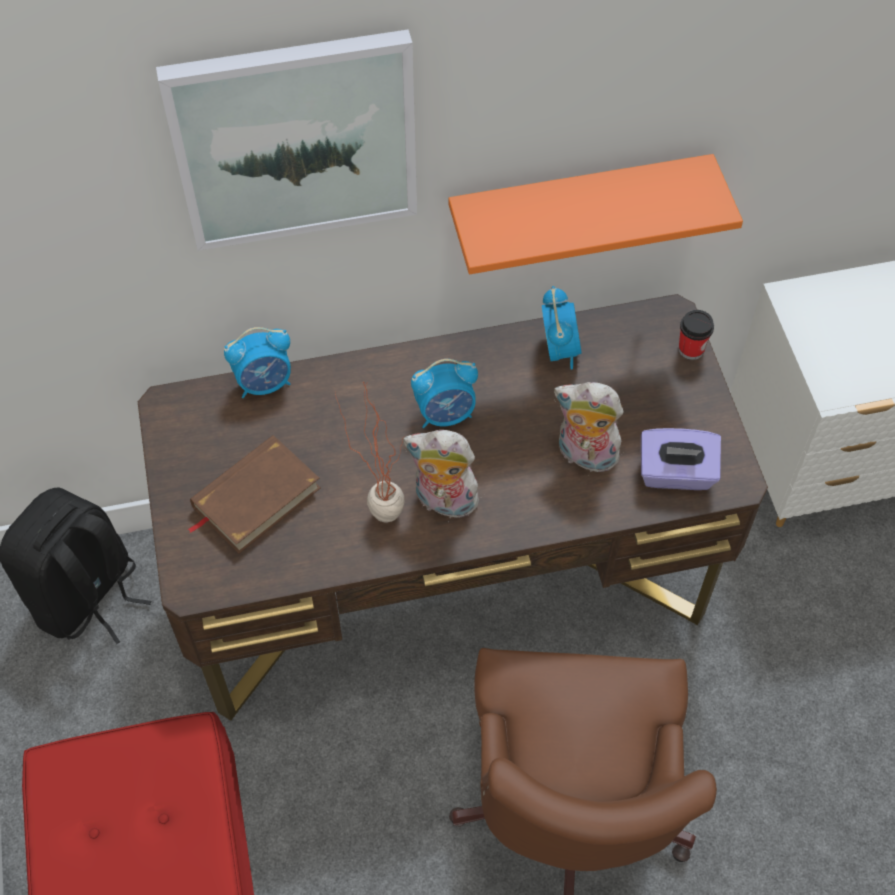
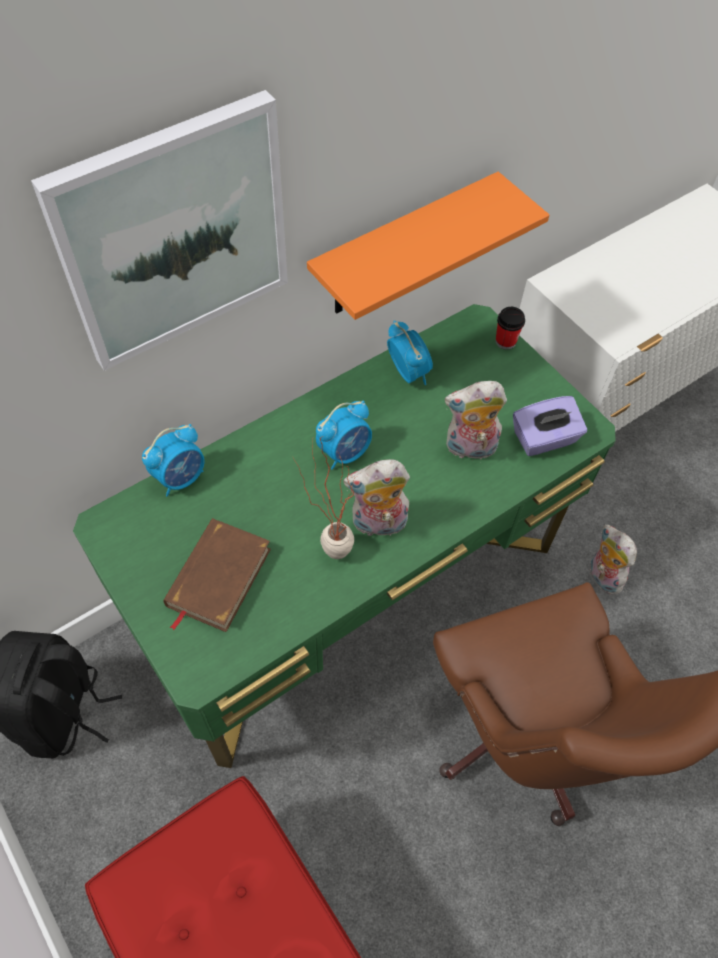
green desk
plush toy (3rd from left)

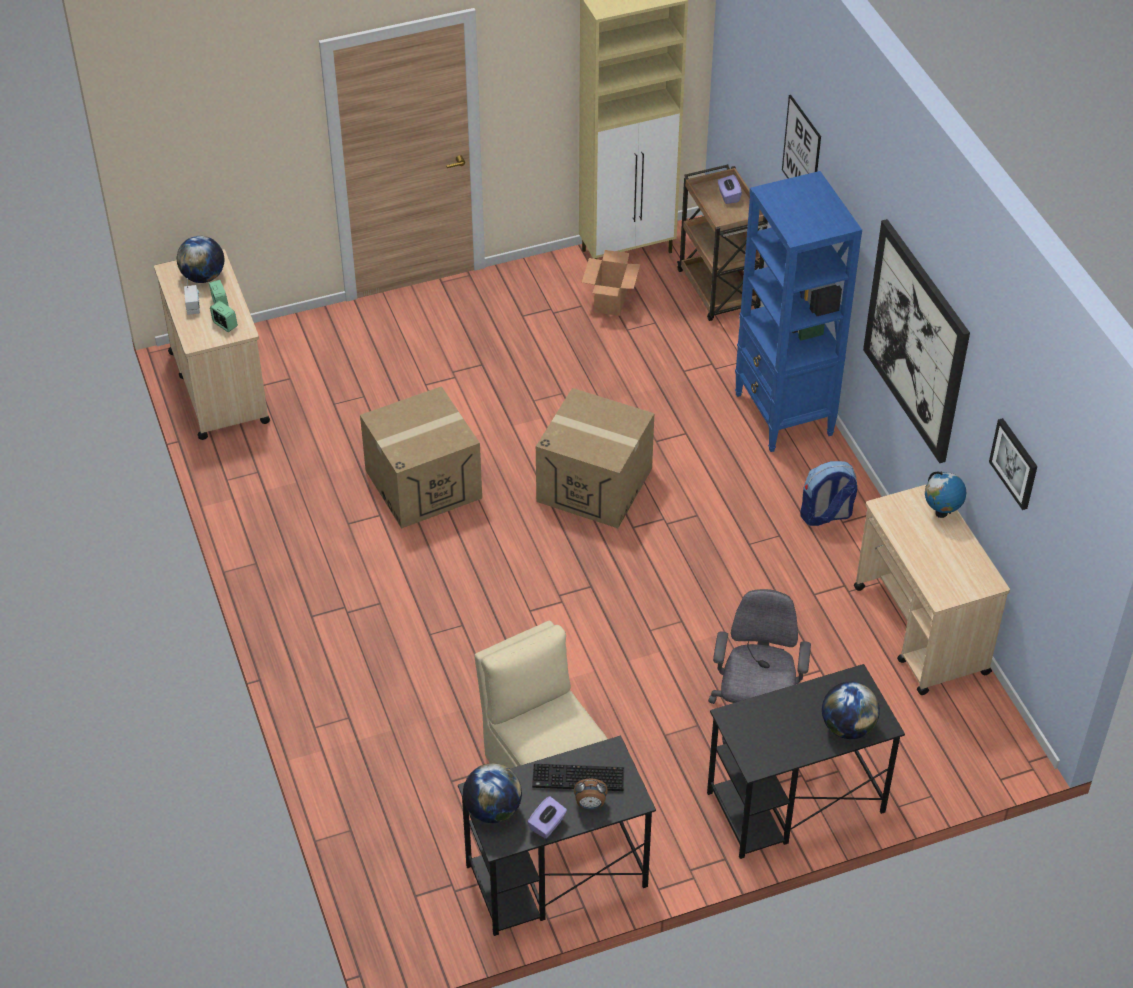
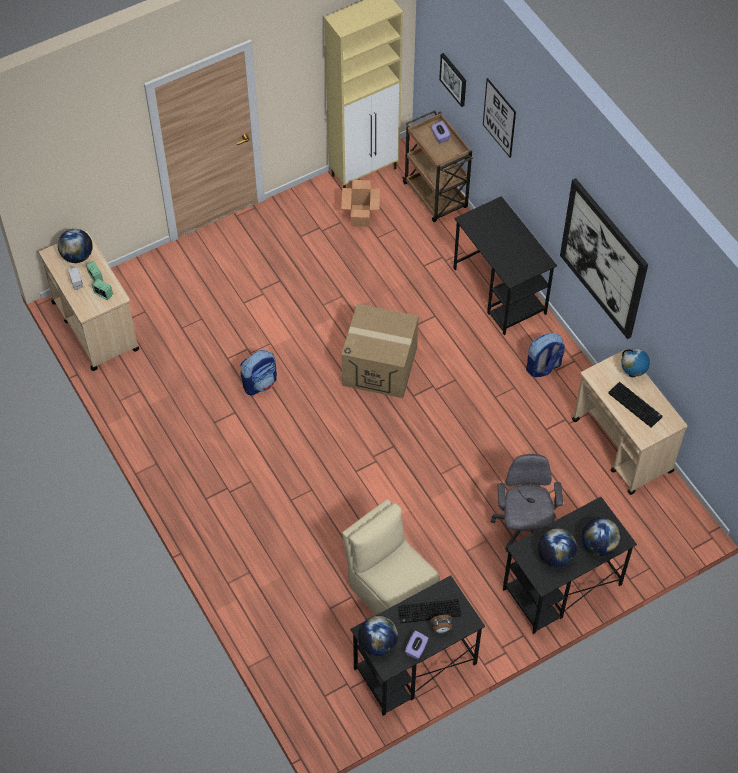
backpack (1st from left)
picture (1st from left)
black desk (2nd from left)
globe (3rd from left)
keyboard (2nd from left)

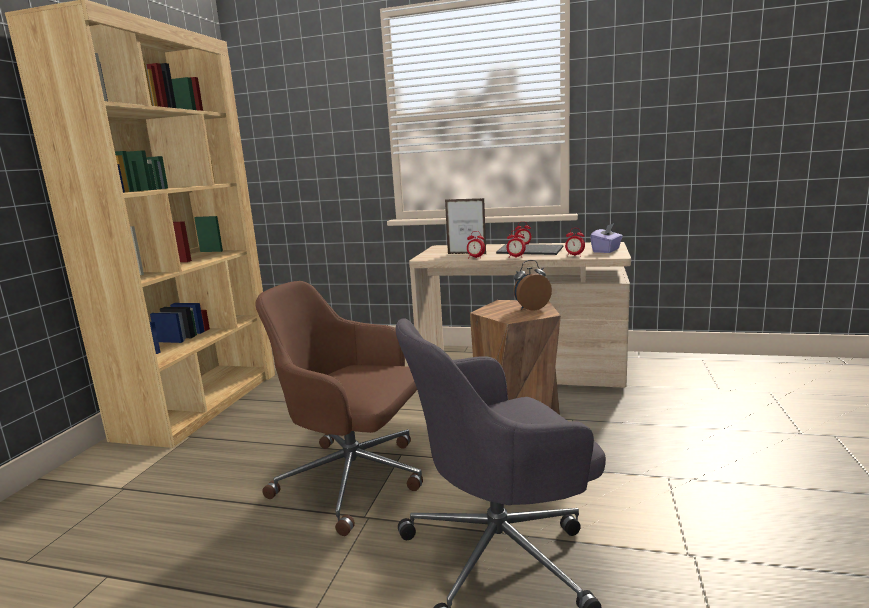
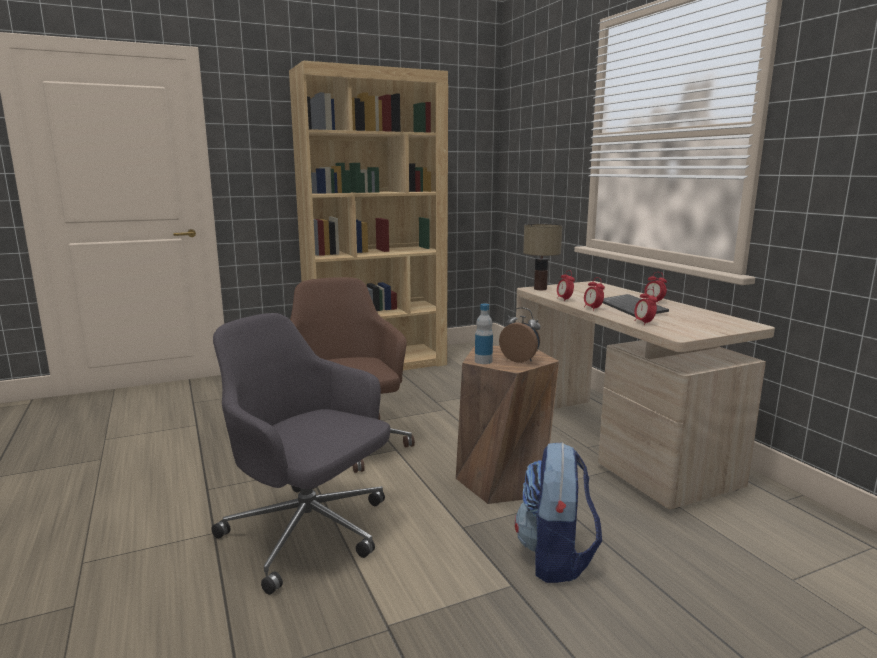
bottle
backpack
table lamp
picture frame
purple tissue box

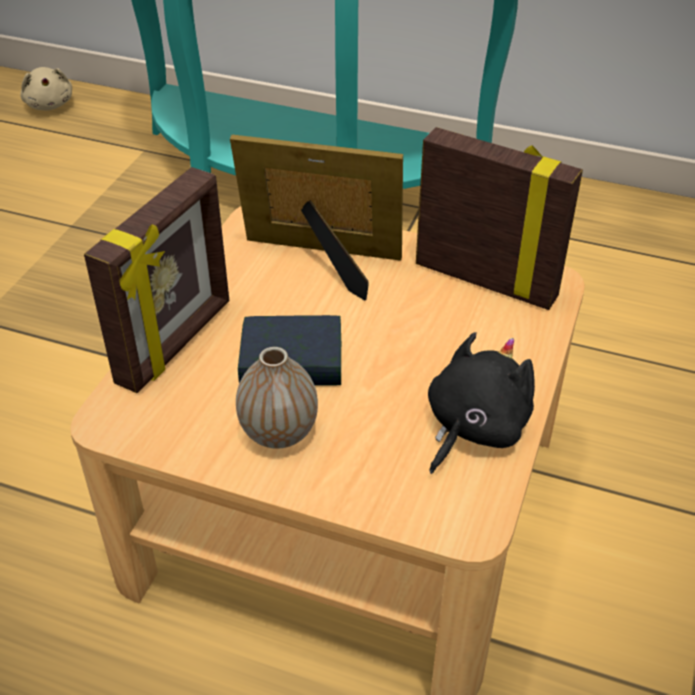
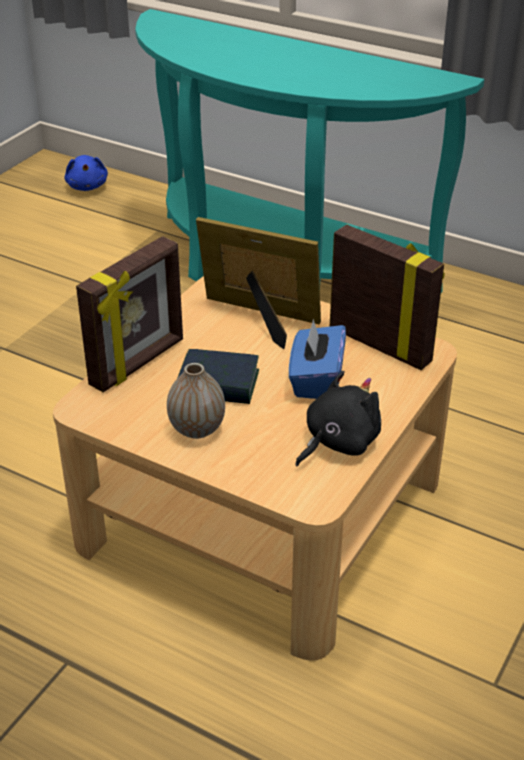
blue plush toy
blue tissue box

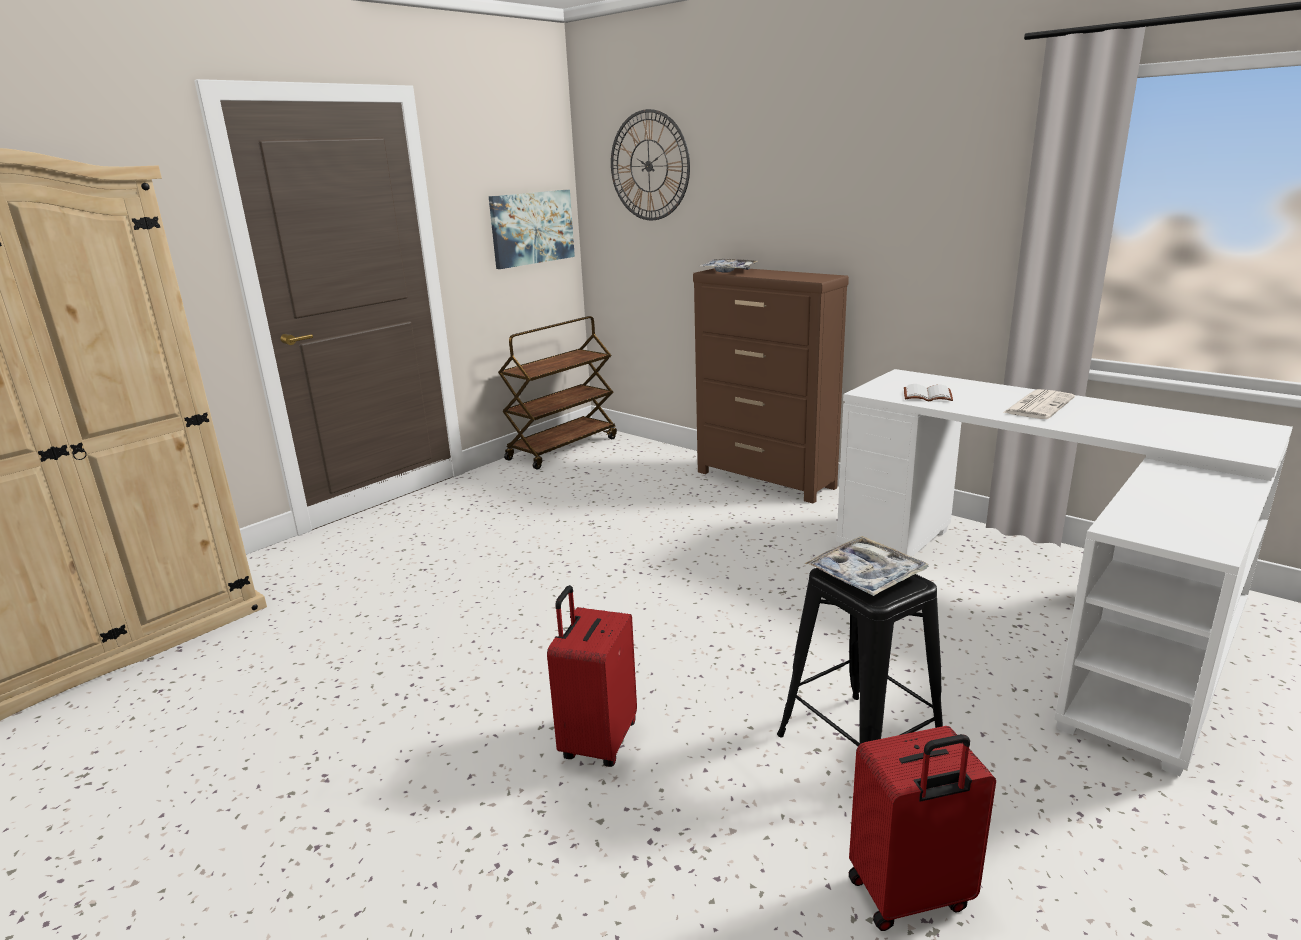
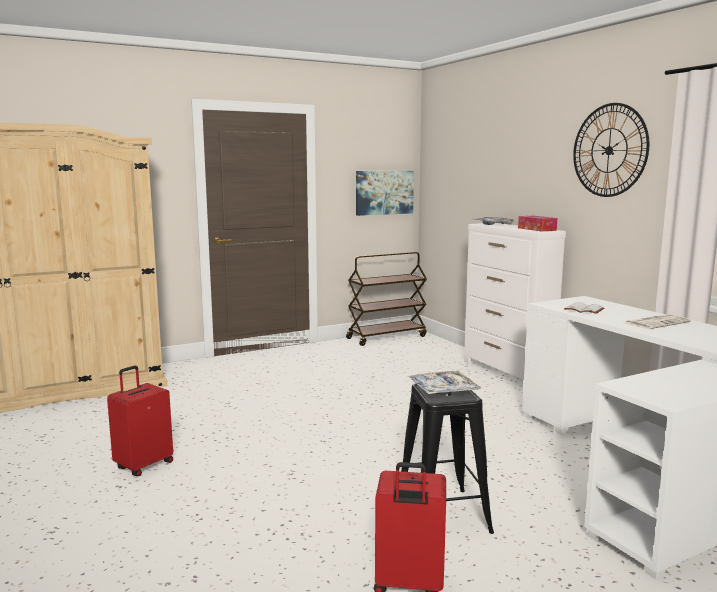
red suitcase (1st from left)
white dresser
tissue box
wall clock

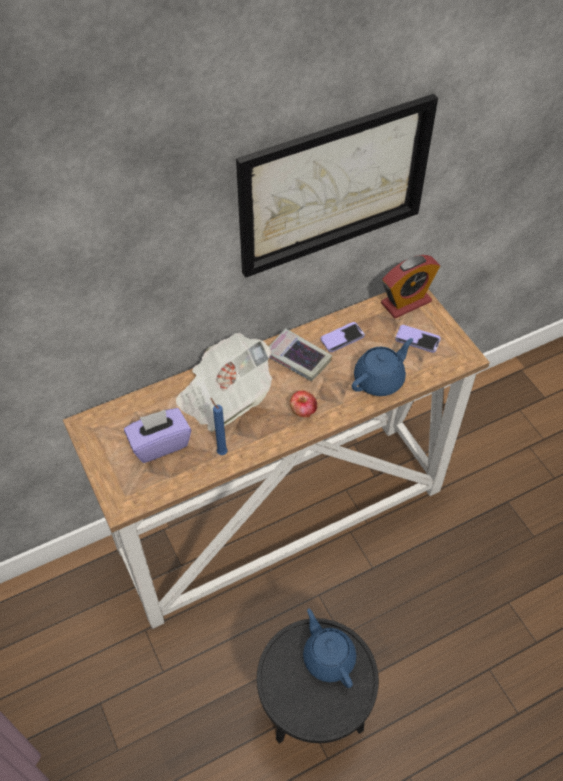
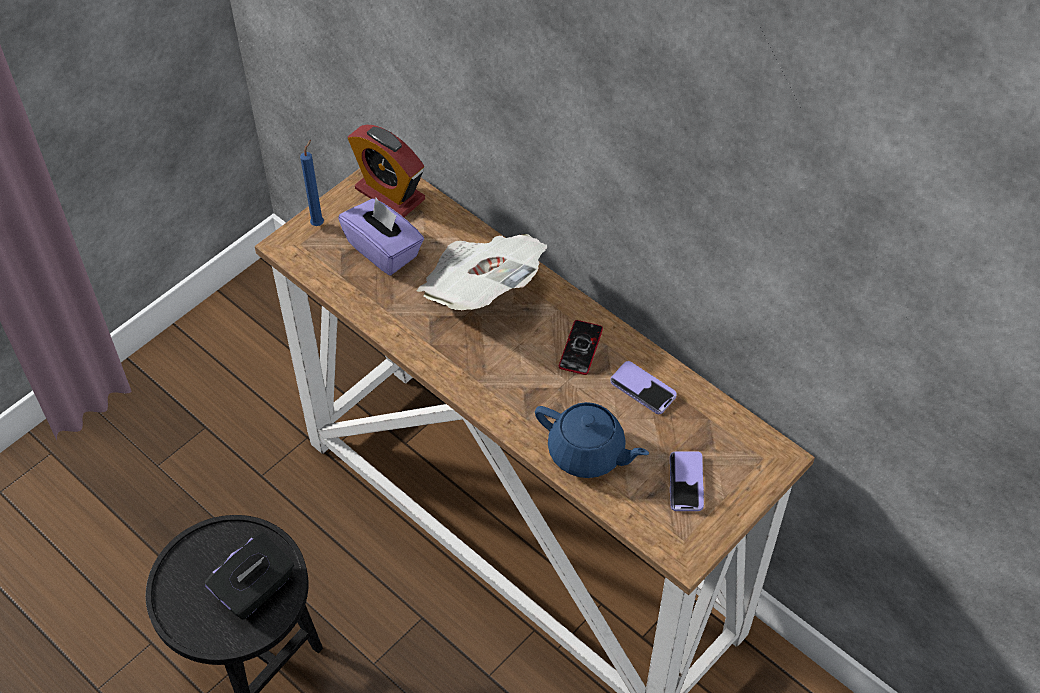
black tissue box
blue candle
alarm clock
phone (1st from left)
picture
apple

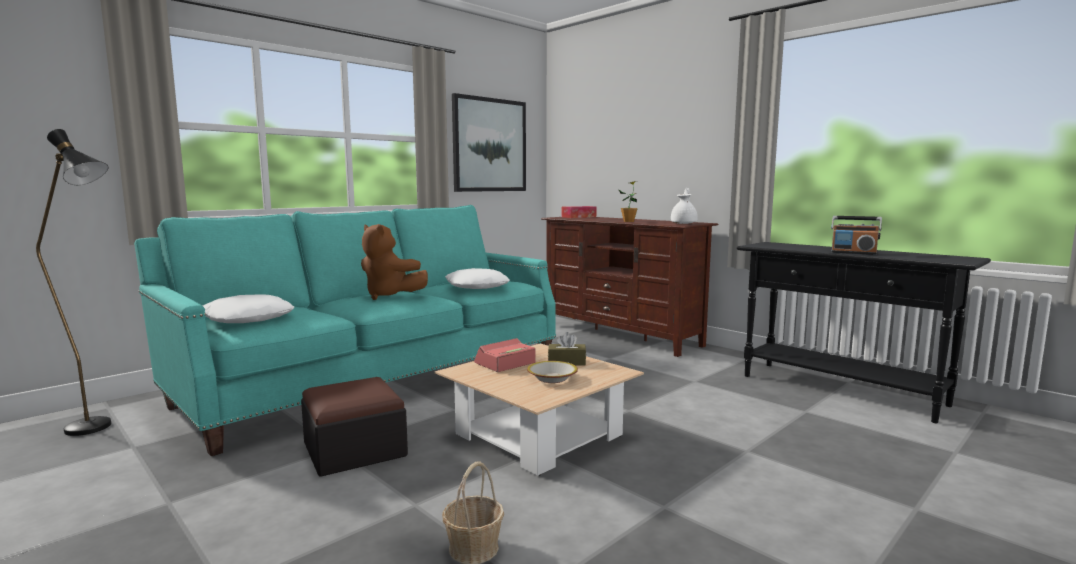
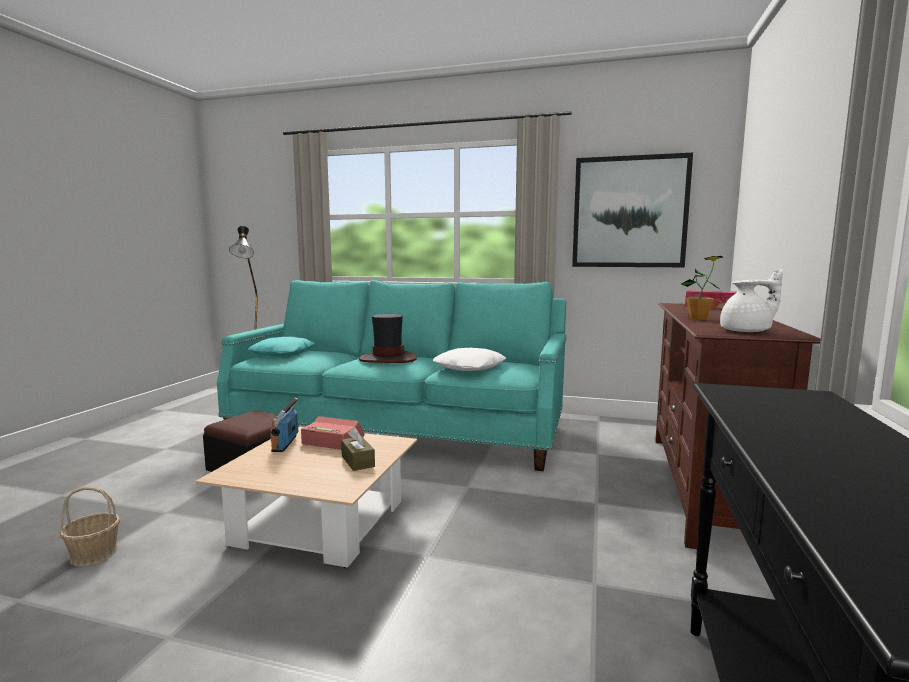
turquoise pillow
radio
hat
bowl

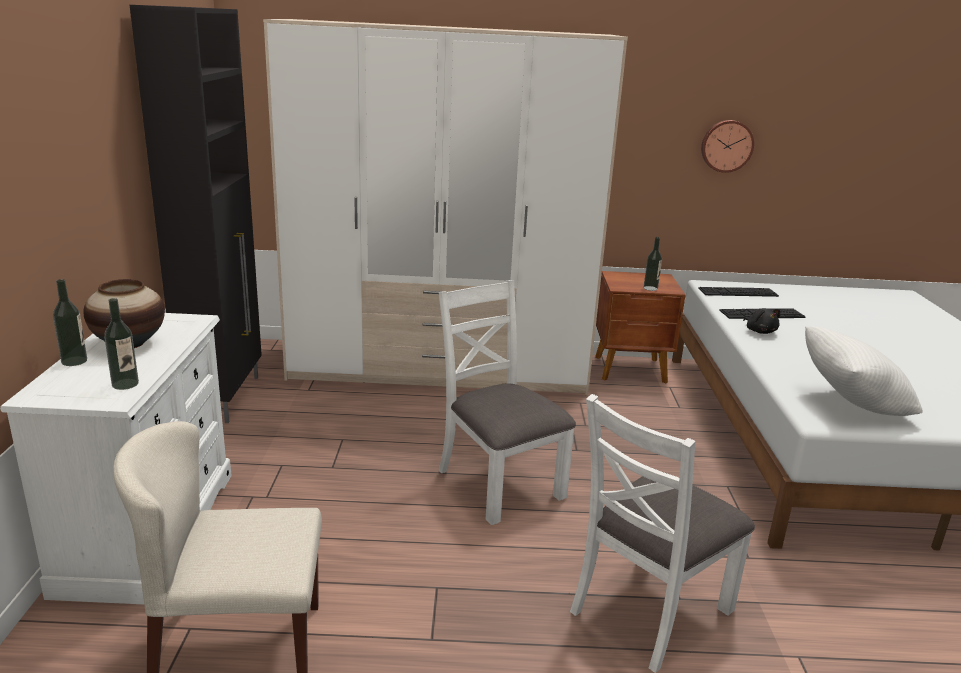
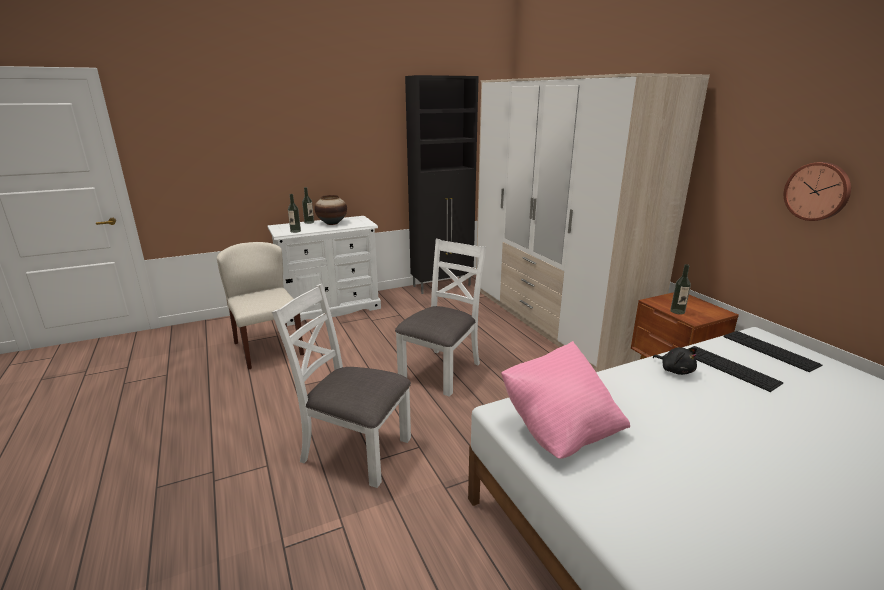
pink pillow
black plush toy

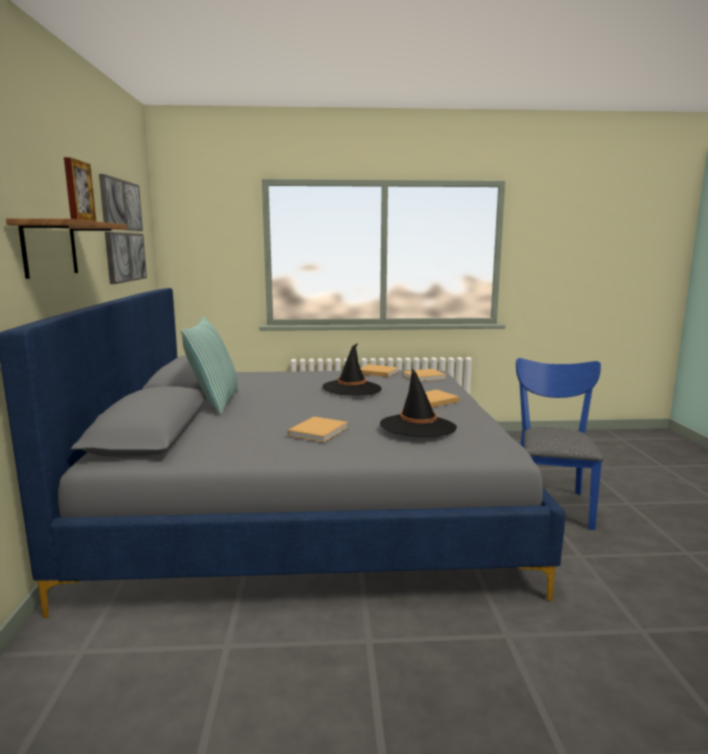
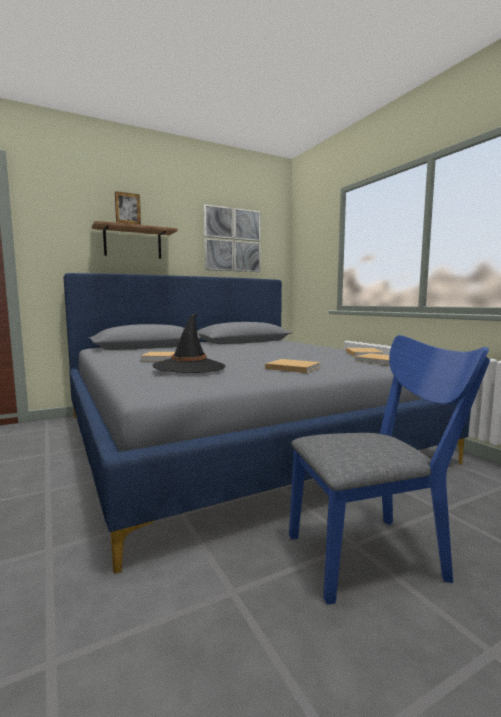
pillow
black hat (1st from left in the first image)

